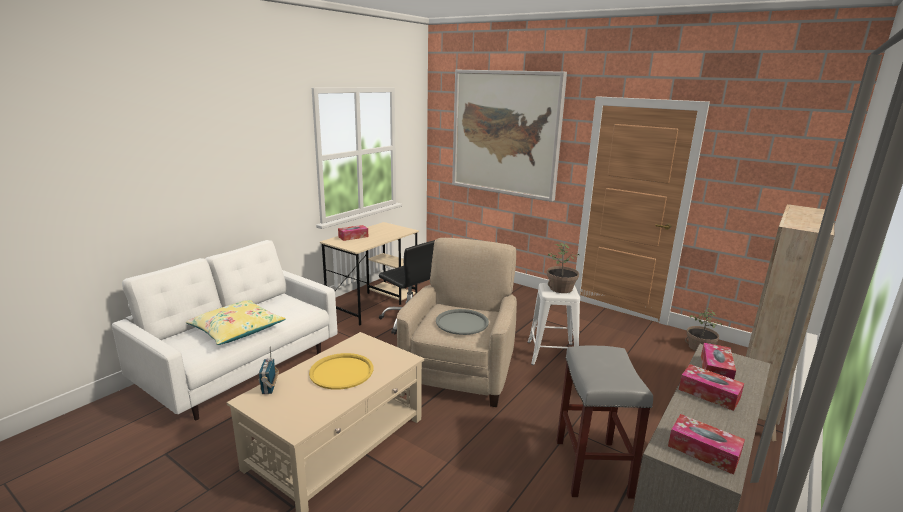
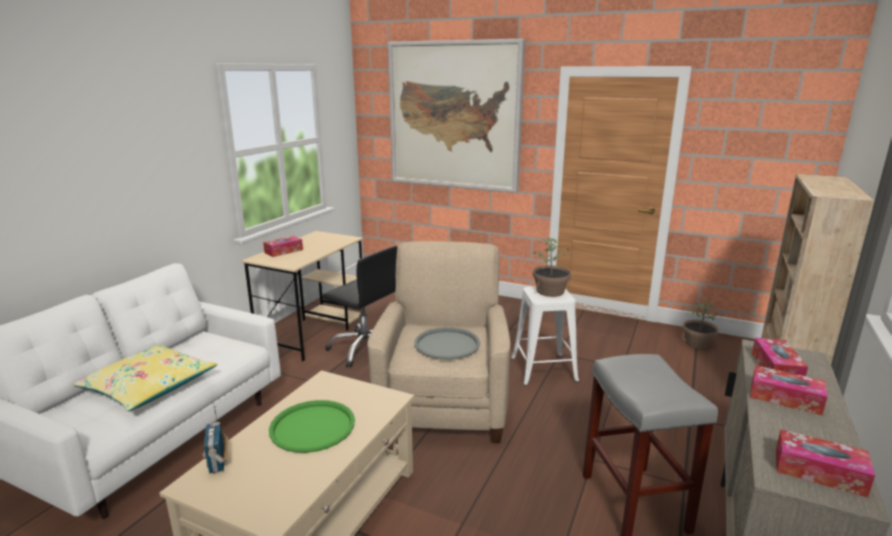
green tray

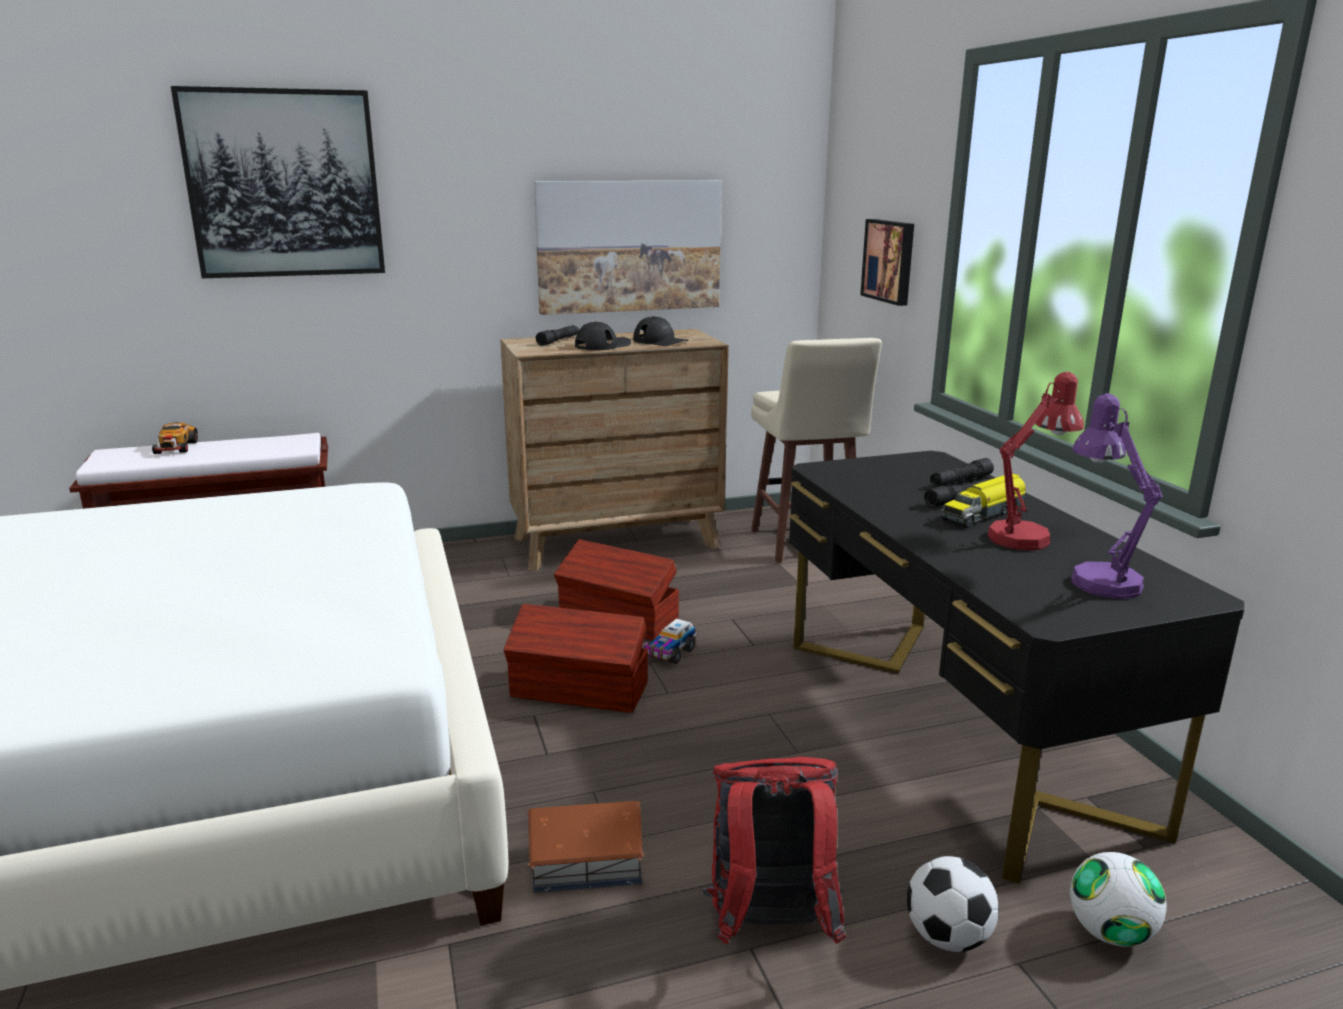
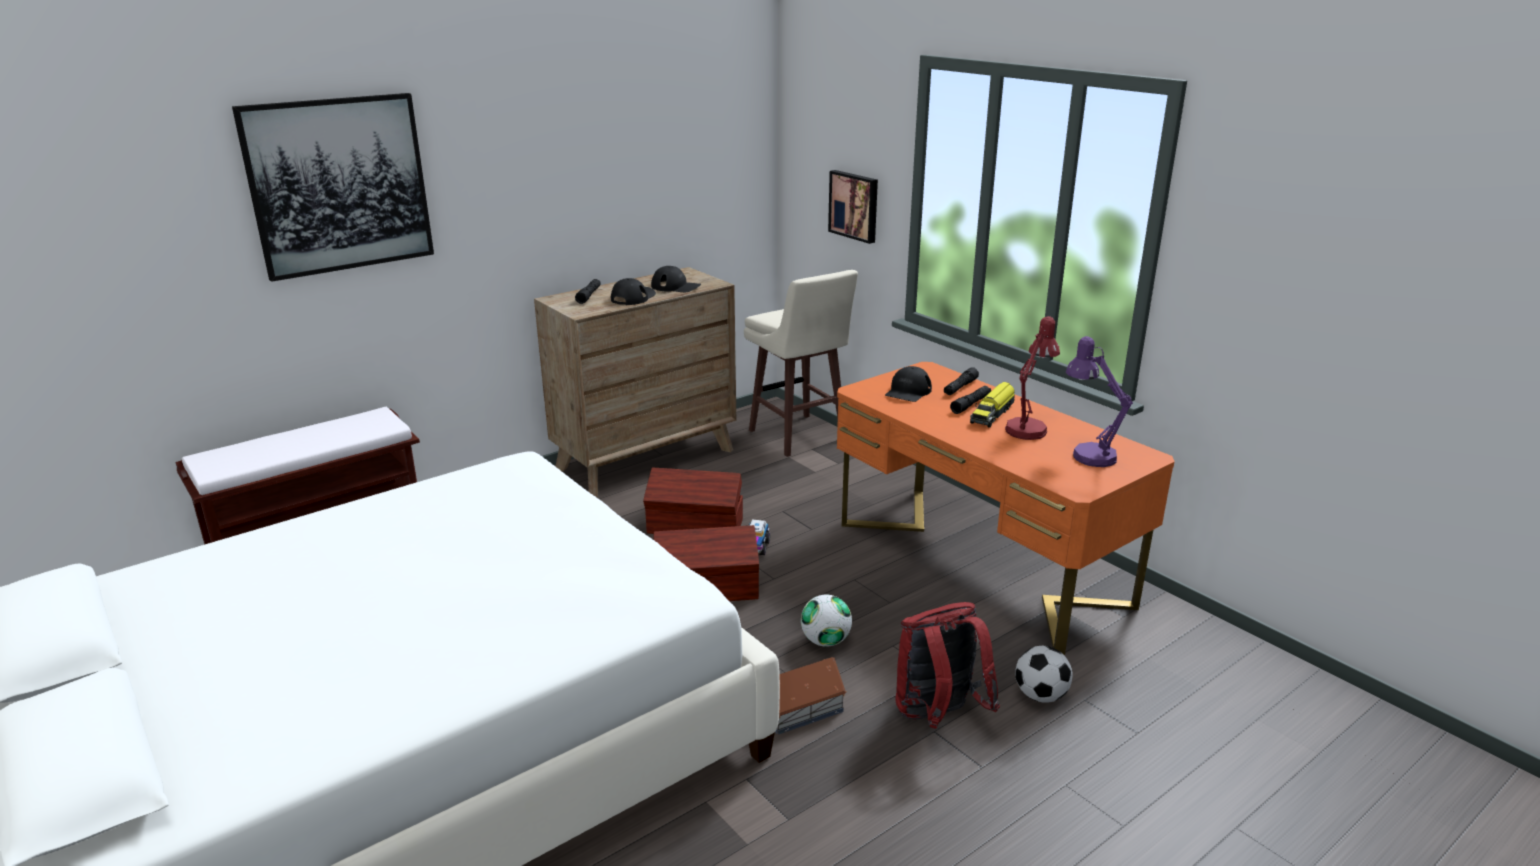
football (1st from left)
orange desk
black cap (3rd from left)
toy car
picture (2nd from left in the first image)

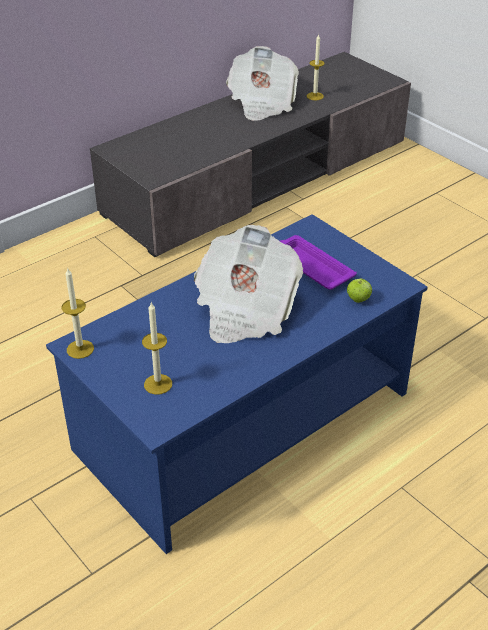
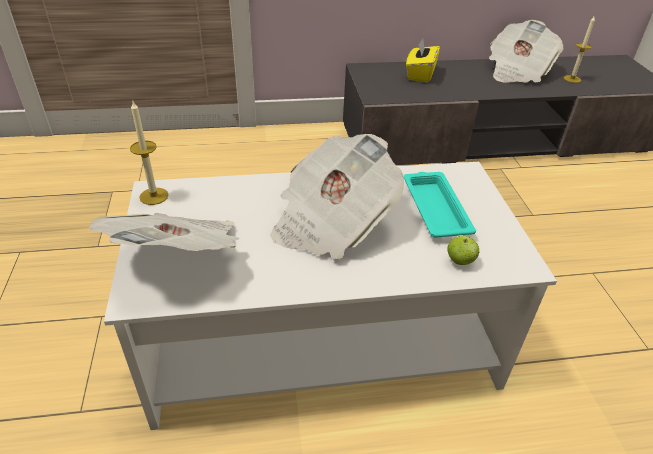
newspaper (1st from left)
white coffee table
turquoise tray
yellow tissue box

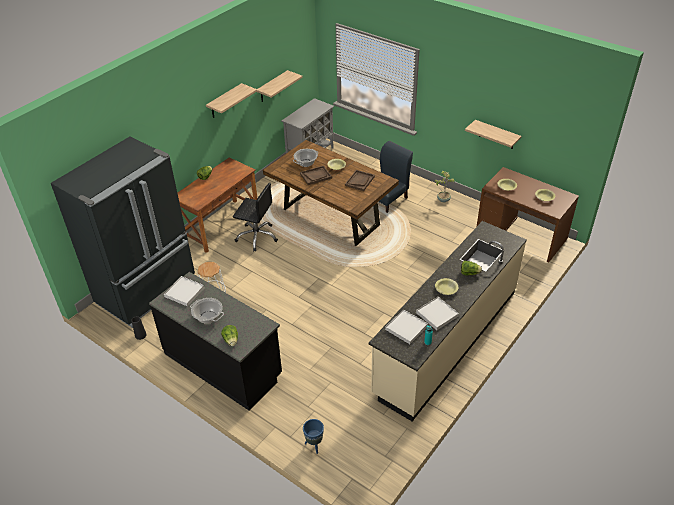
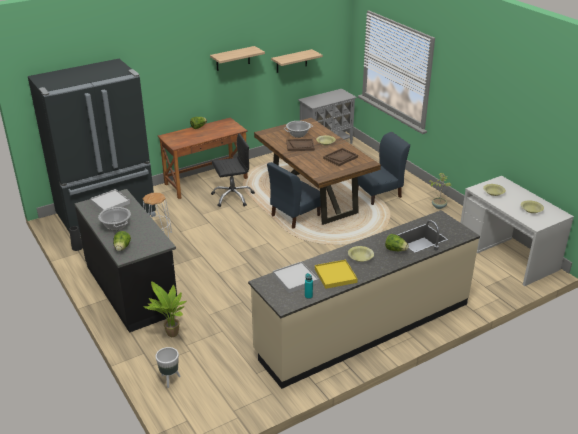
potted plant (1st from left)
white planter
black office chair
blue chair (1st from left)
yellow tray
white desk
shelf (3rd from left in the first image)

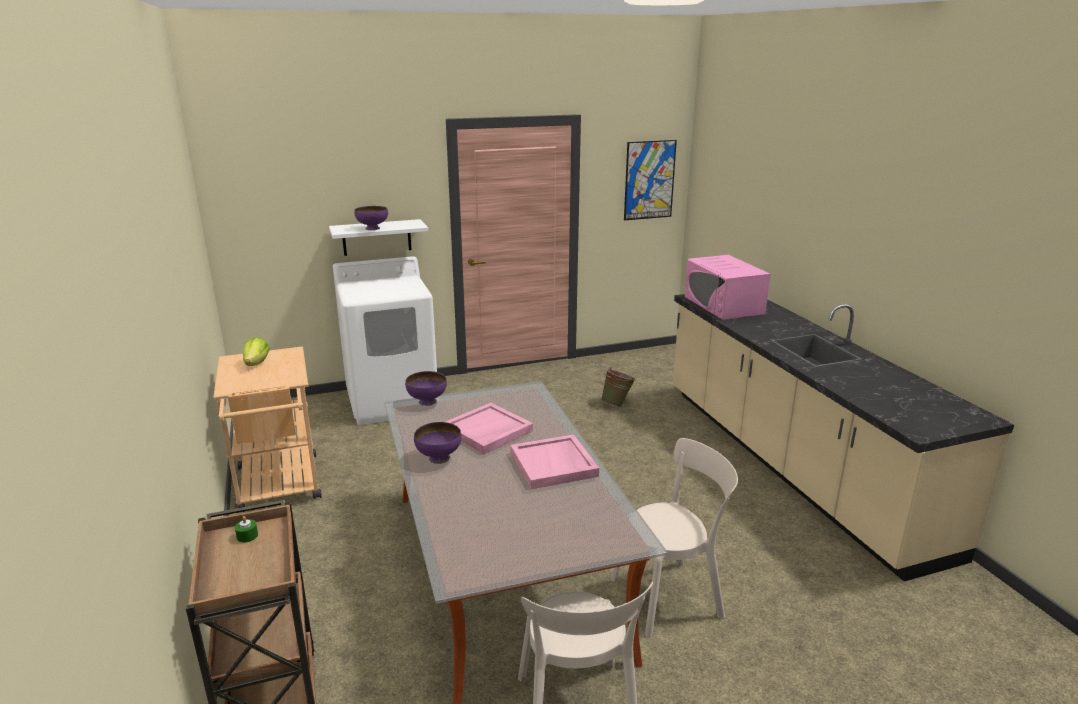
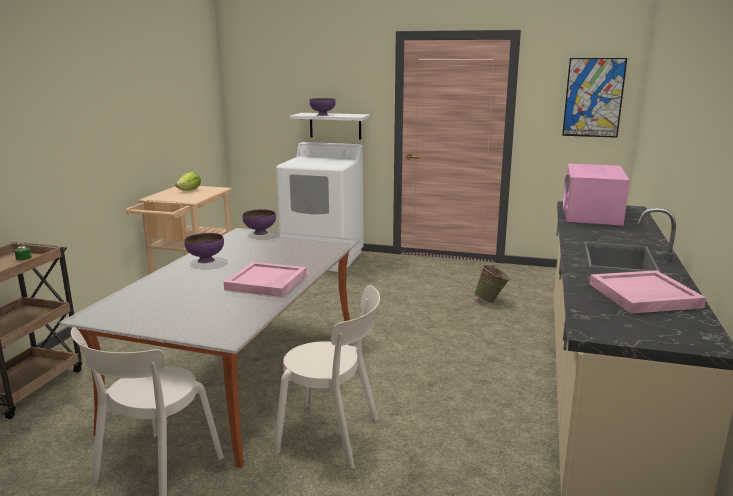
pink tray (2nd from left)

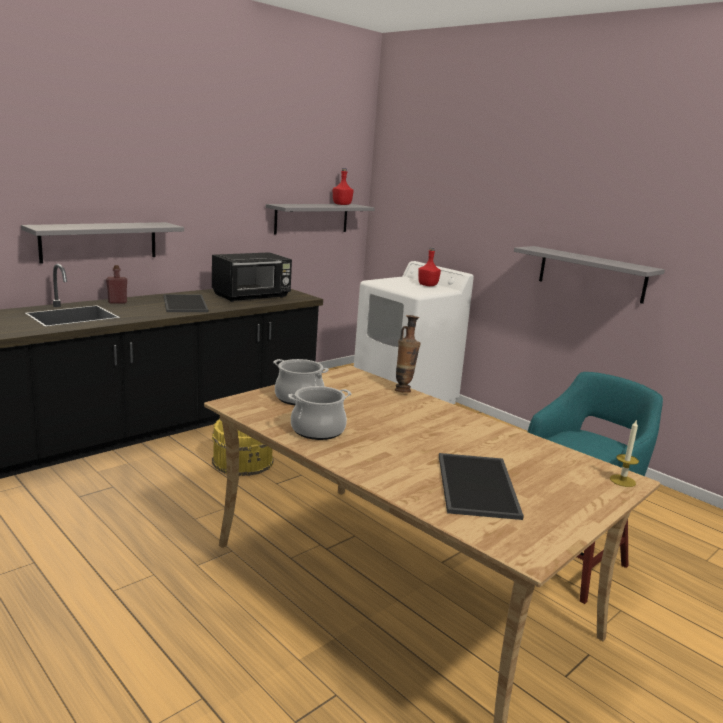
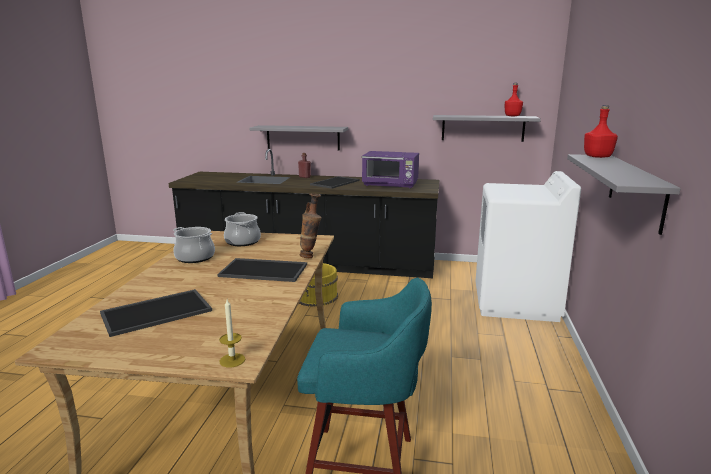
tray (2nd from left)
purple microwave
red bottle (3rd from left)

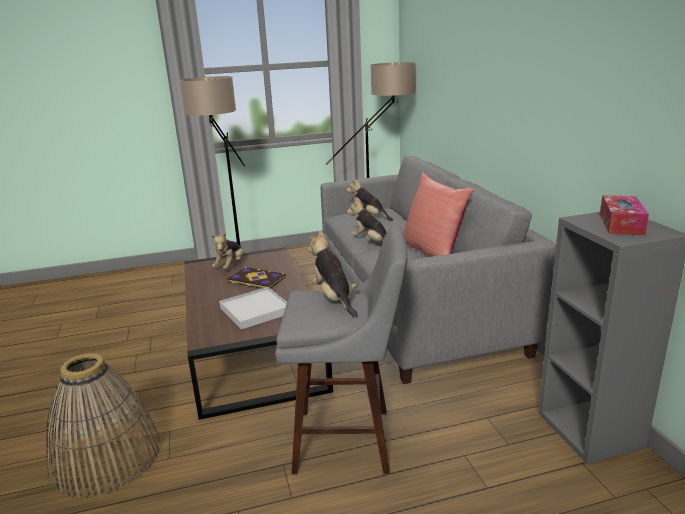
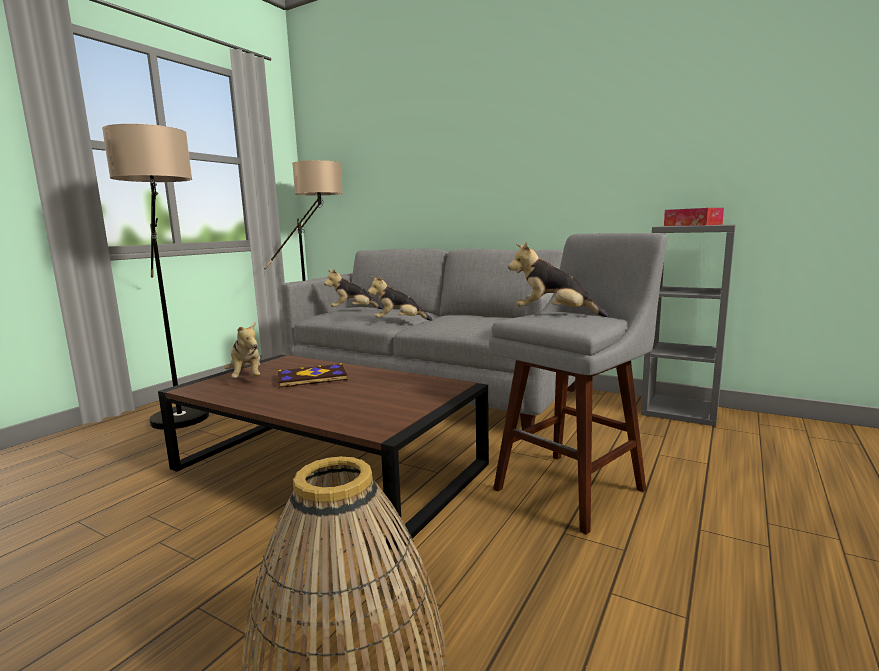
white tray
red pillow

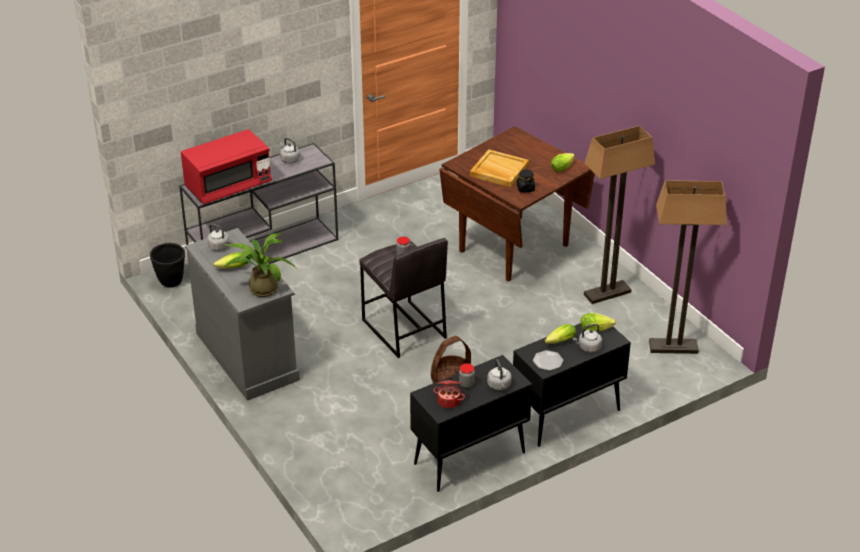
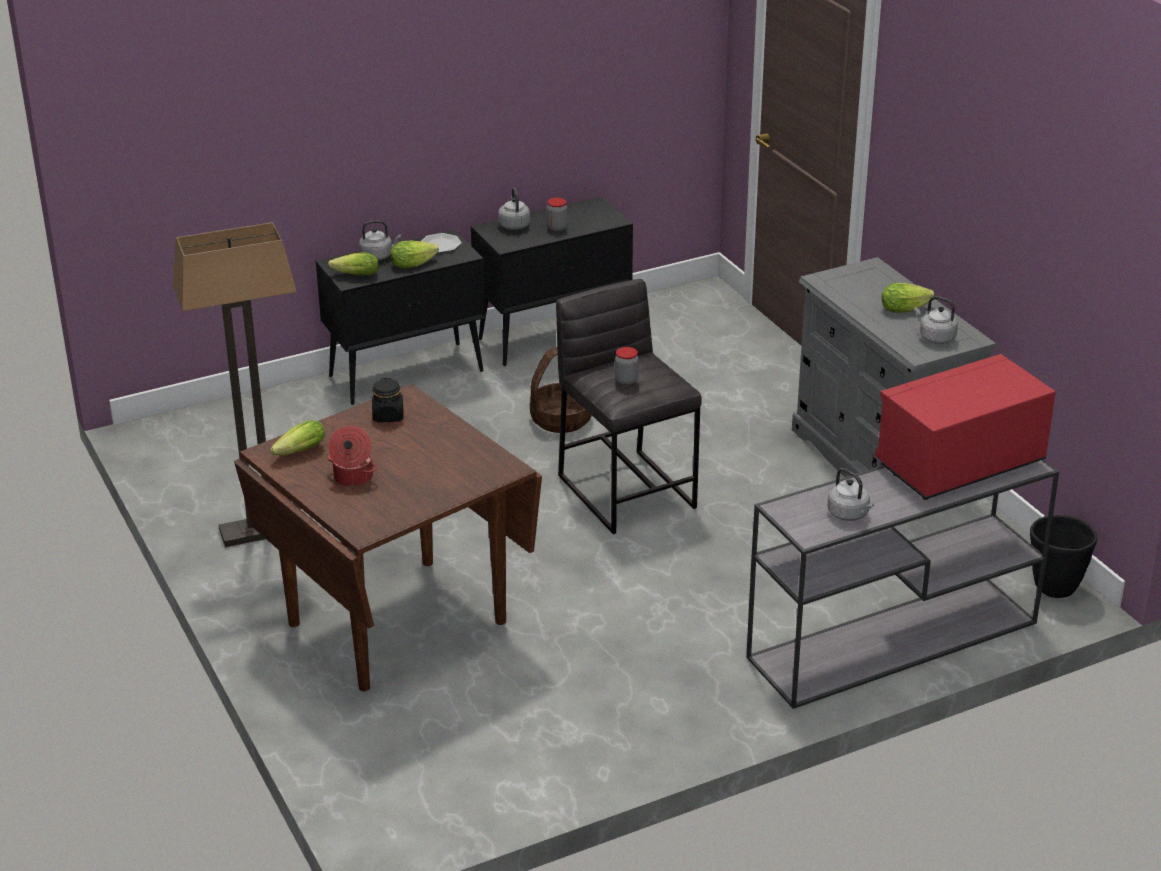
cooking pot
potted plant
beige tray
floor lamp (2nd from left in the first image)

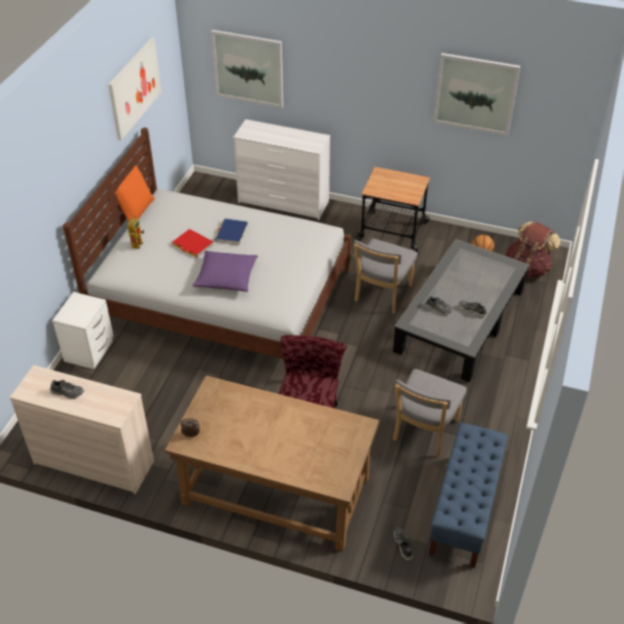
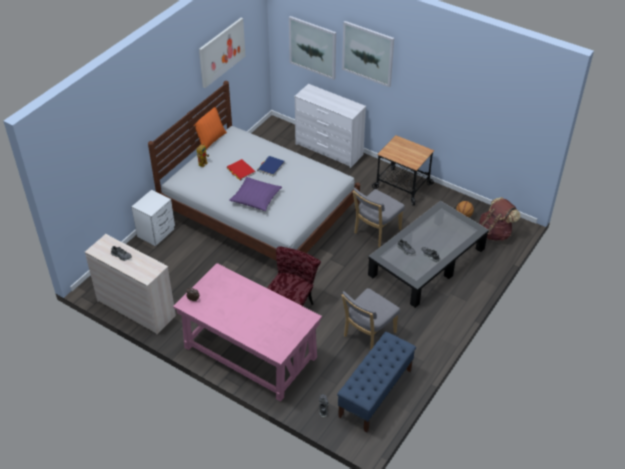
pink desk
picture (3rd from left)

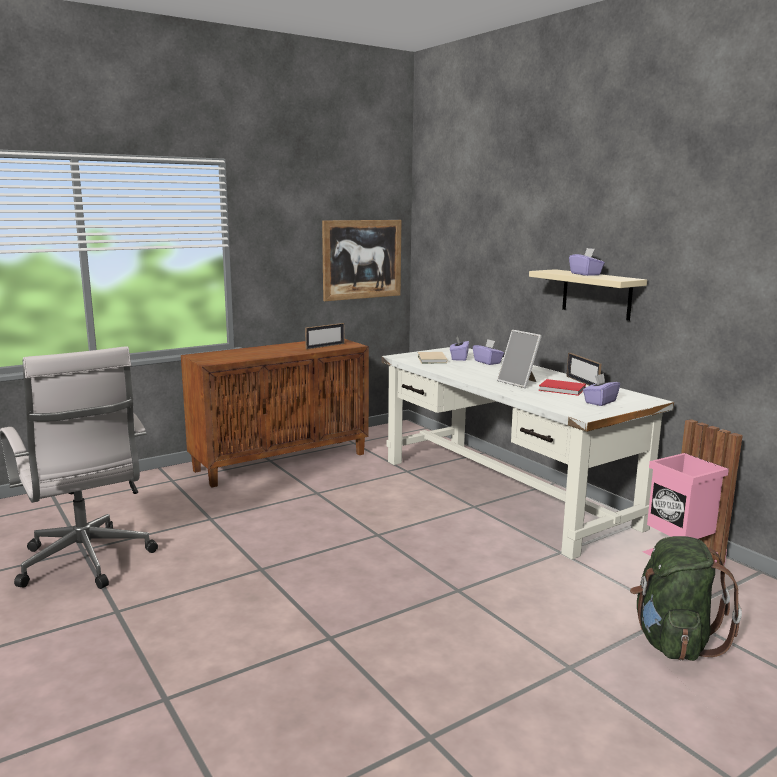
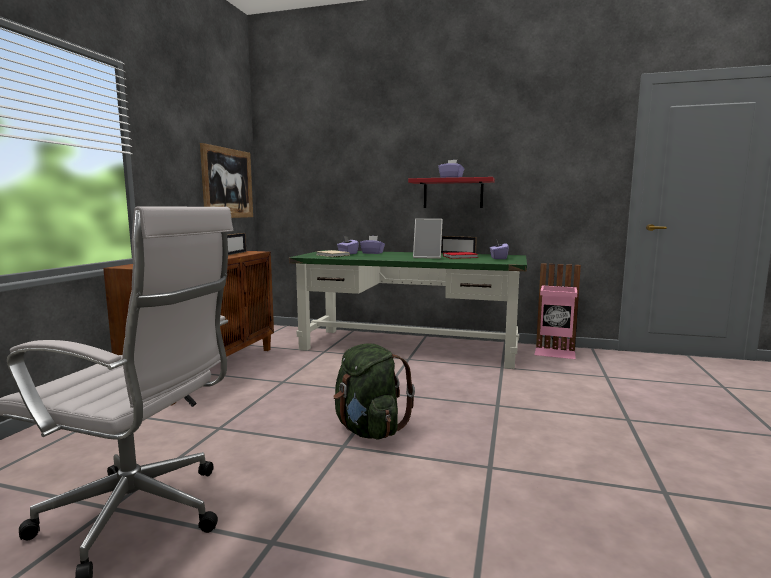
green desk
green backpack
red shelf

